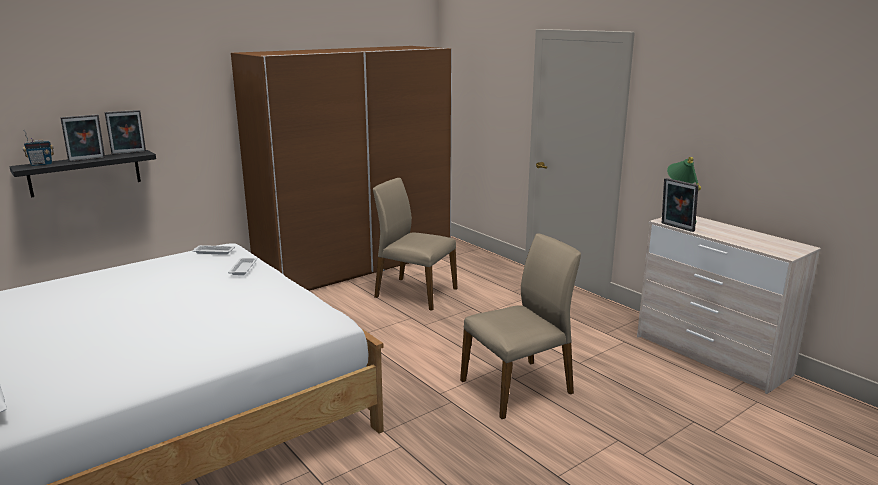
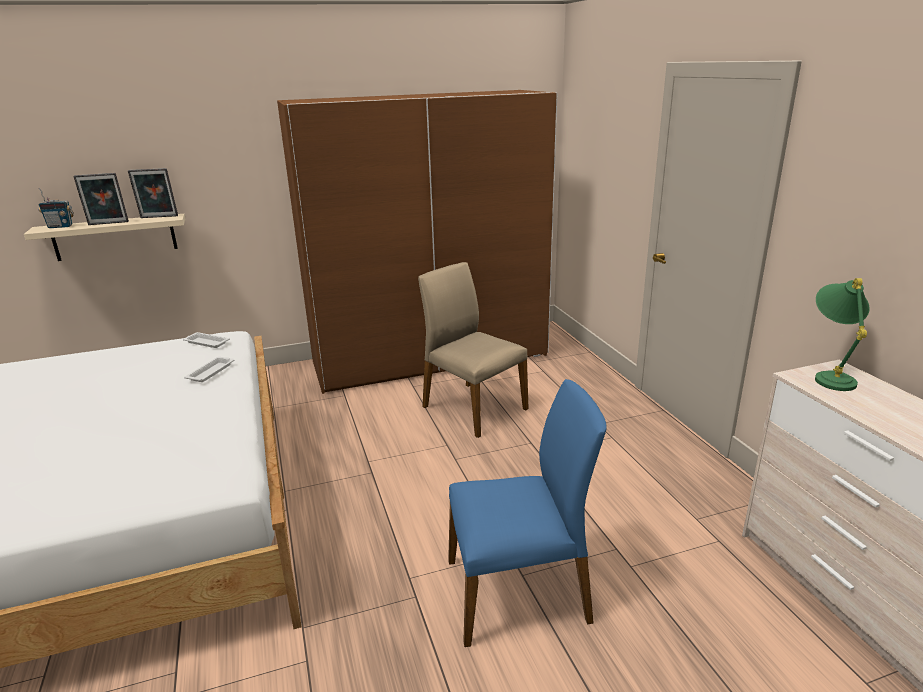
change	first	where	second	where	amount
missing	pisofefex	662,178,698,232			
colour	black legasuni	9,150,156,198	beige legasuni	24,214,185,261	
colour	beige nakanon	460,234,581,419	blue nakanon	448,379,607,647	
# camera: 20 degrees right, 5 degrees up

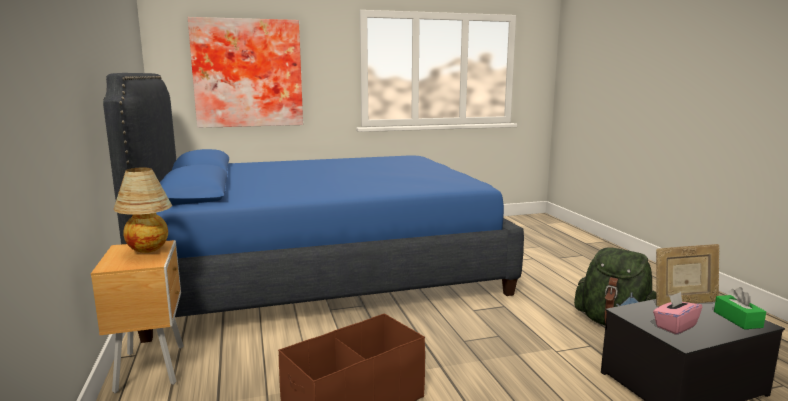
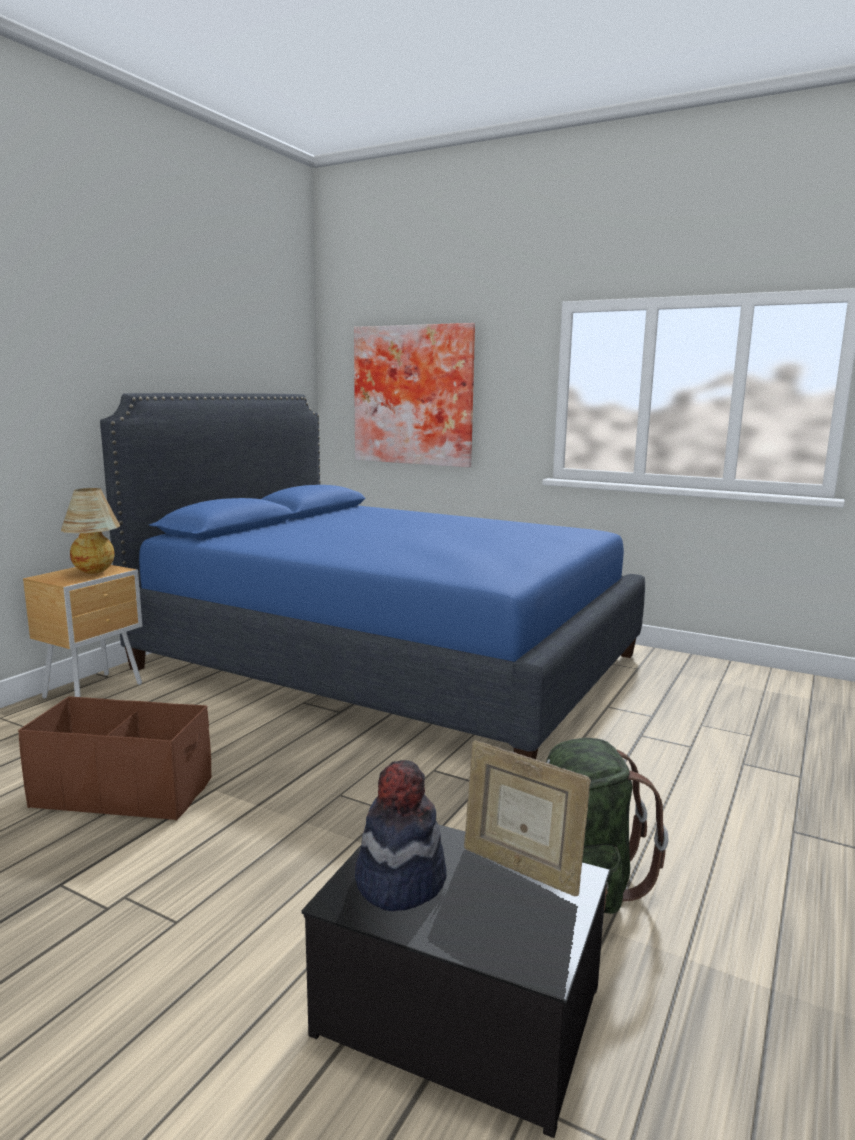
change	first	where	second	where	amount
missing	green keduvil	714,287,766,329			
exchanged	pink keduvil	653,292,702,334	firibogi	355,760,447,911	
# camera: 45 degrees right, 0 degrees up

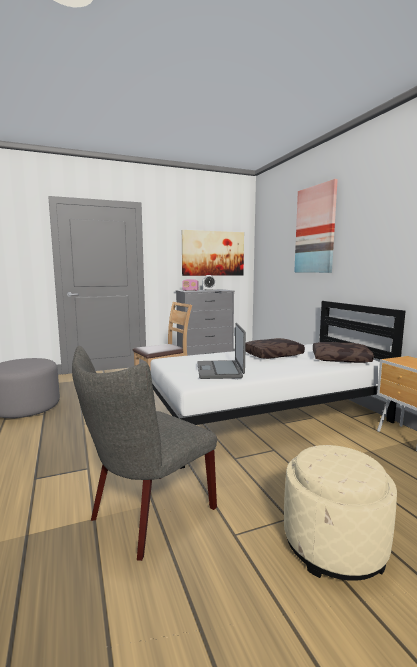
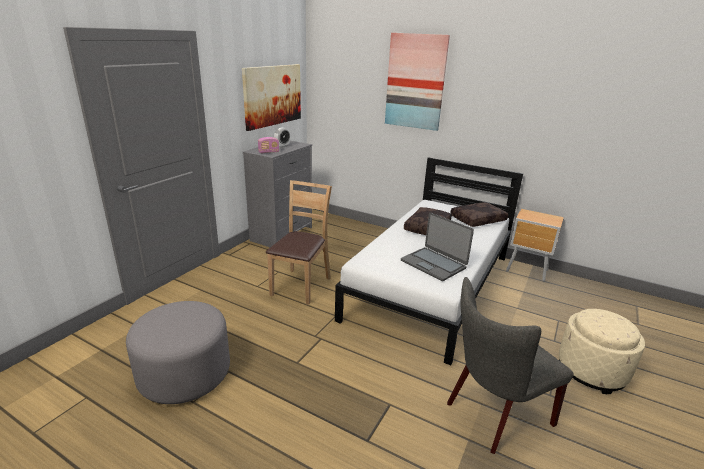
change	first	where	second	where	amount
spun	grey nakanon	72,346,217,561		447,277,573,454	60 degrees clockwise
# camera: 40 degrees left, 15 degrees up

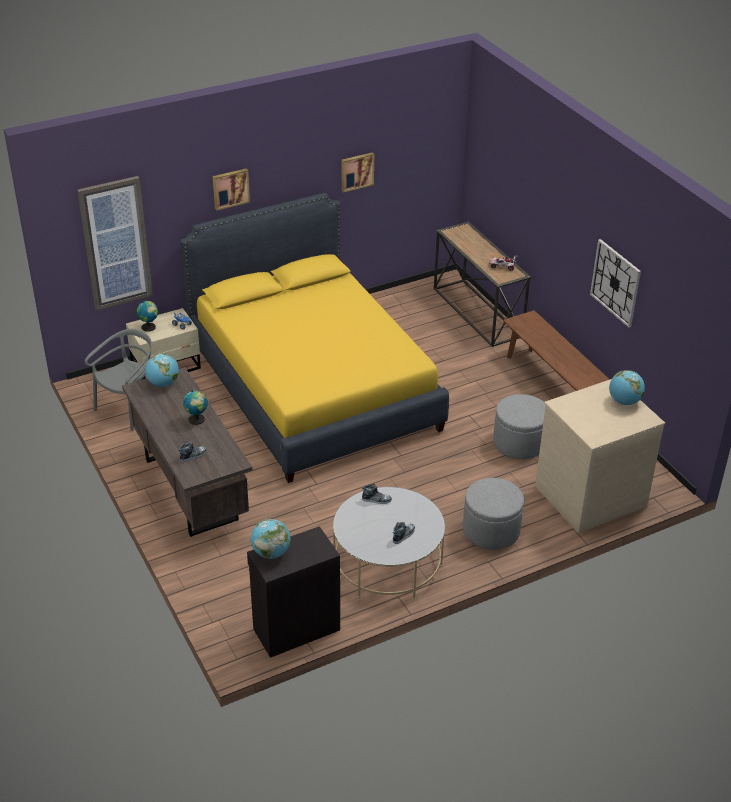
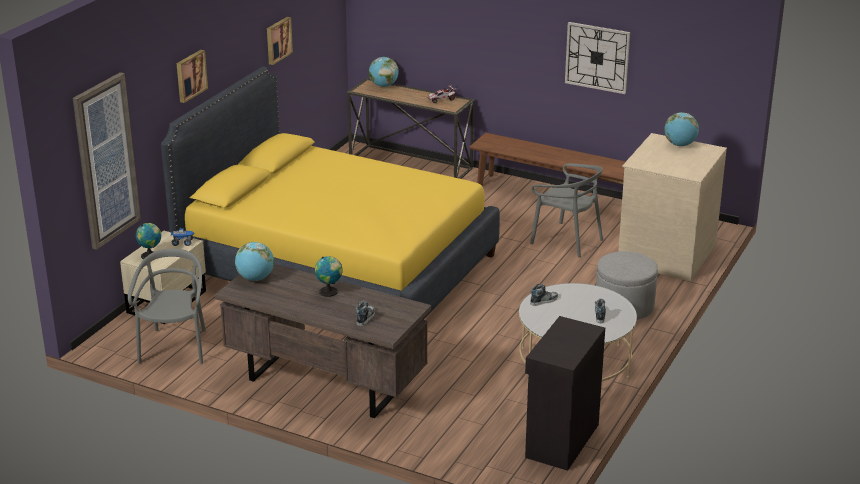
change	first	where	second	where	amount
relocated	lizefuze	251,519,290,559		369,57,399,87	
exchanged	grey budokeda	493,394,546,459	grey nakanon	530,163,603,258	
# camera: 35 degrees left, 10 degrees down

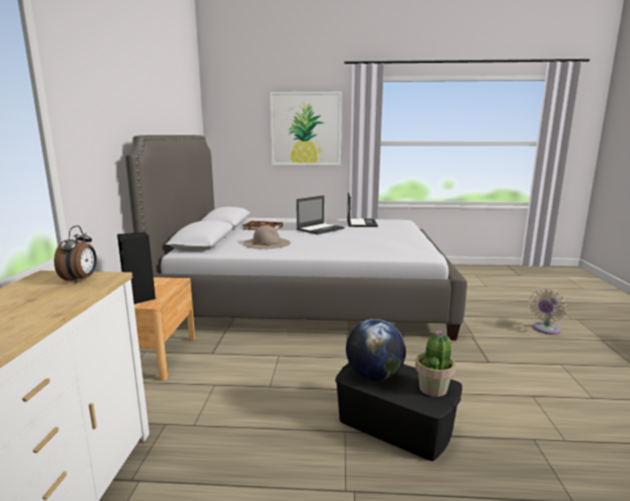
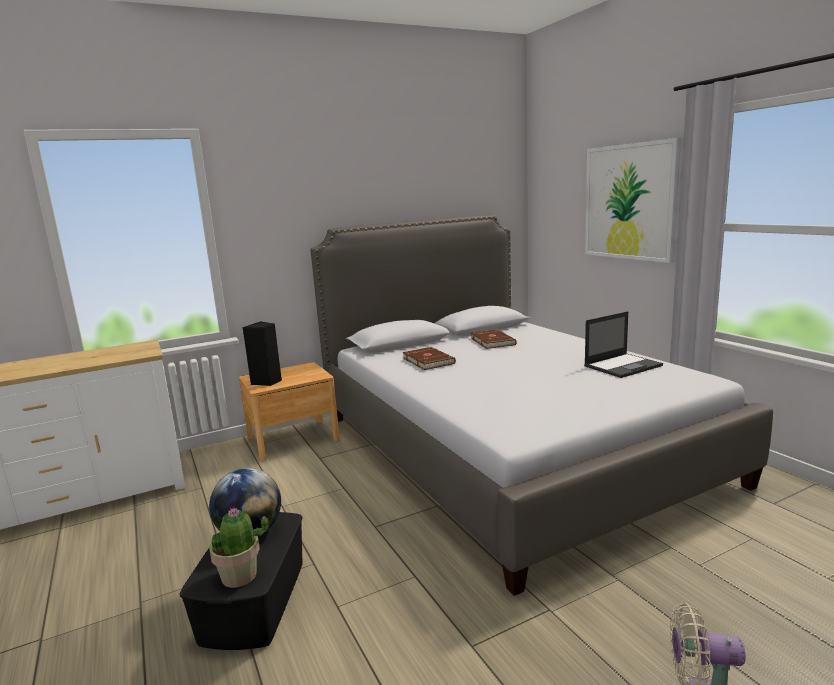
change	first	where	second	where	amount
missing	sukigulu	54,226,97,283			
missing	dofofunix	296,195,344,235			
exchanged	beige firibogi	243,225,291,249	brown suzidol	402,347,456,370	
# camera: 60 degrees right, 0 degrees up

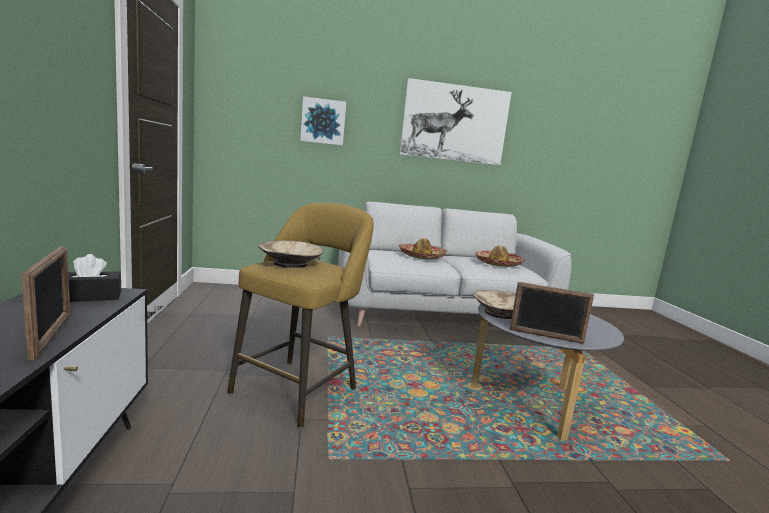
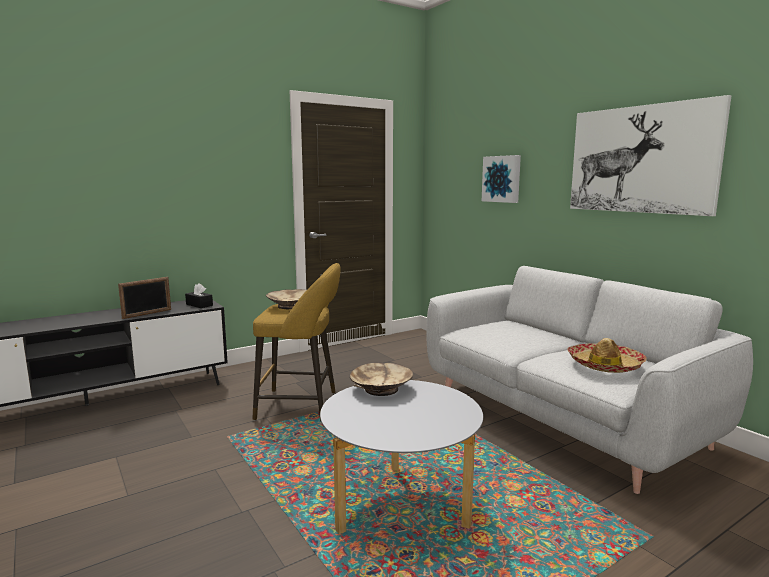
change	first	where	second	where	amount
missing	firibogi	398,238,447,259			
missing	pisofefex	510,282,594,344			
# camera: 65 degrees right, 0 degrees up

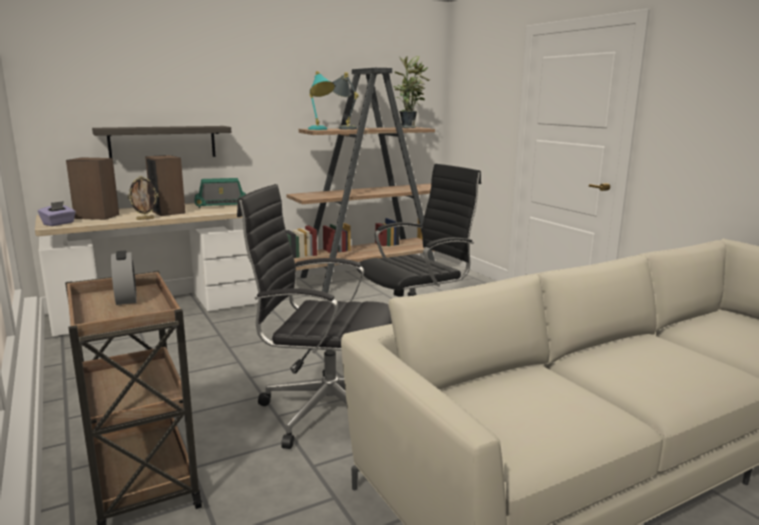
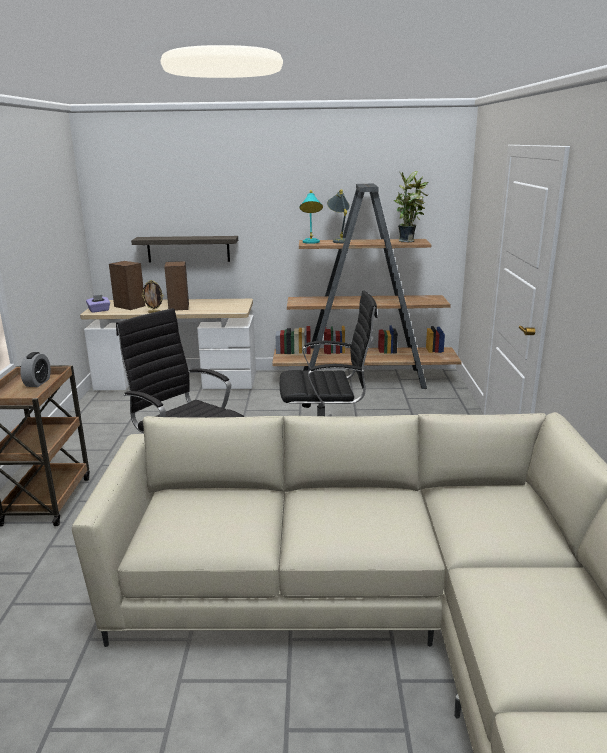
change	first	where	second	where	amount
missing	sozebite	195,178,246,208			
# camera: 30 degrees right, 5 degrees up

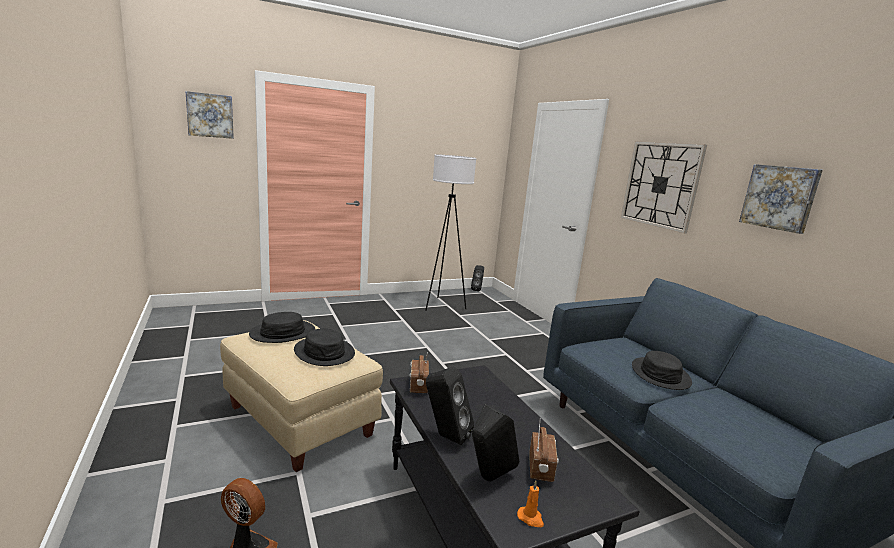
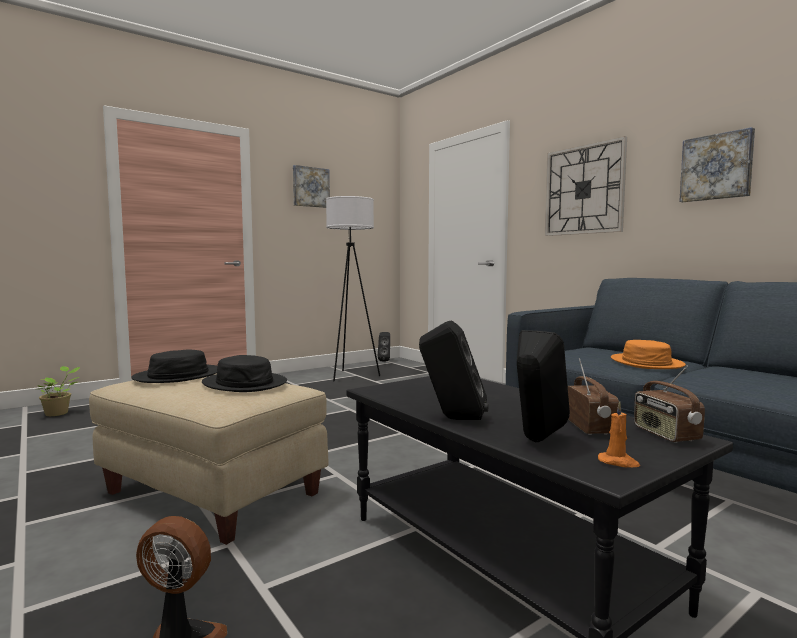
change	first	where	second	where	amount
appeared			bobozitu	38,366,80,416	
relocated	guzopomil	185,91,234,139		293,165,330,208	
relocated	sozebite	410,355,429,393		634,365,705,443	
colour	black firibogi	632,351,692,390	orange firibogi	611,340,686,369	
# camera: 10 degrees left, 10 degrees down

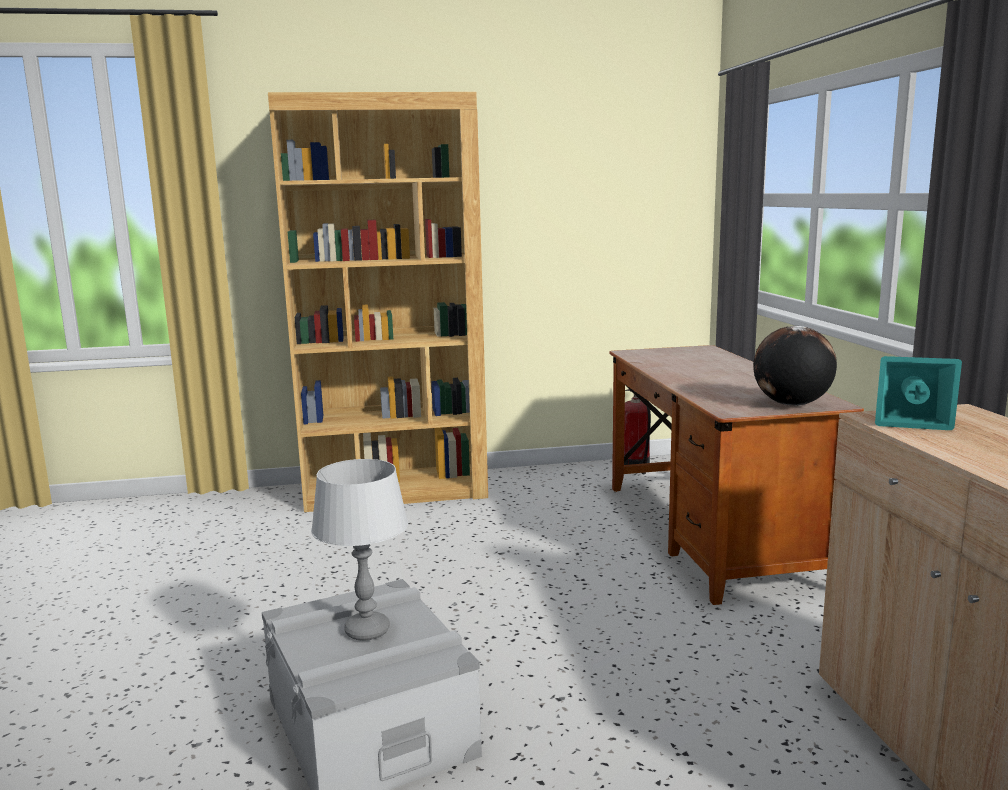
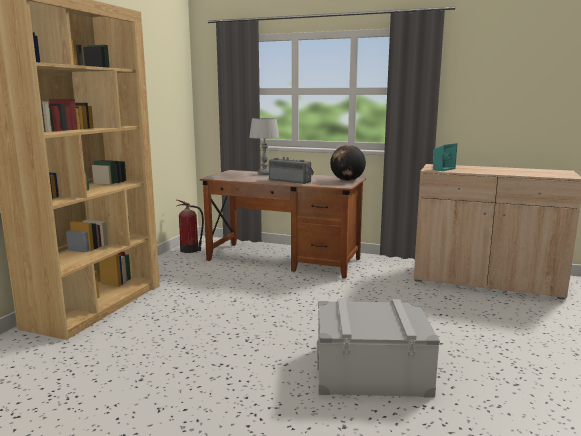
change	first	where	second	where	amount
appeared			sozebite	269,157,314,184	
relocated	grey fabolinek	311,459,408,641		249,118,279,175	
# camera: 60 degrees left, 0 degrees up

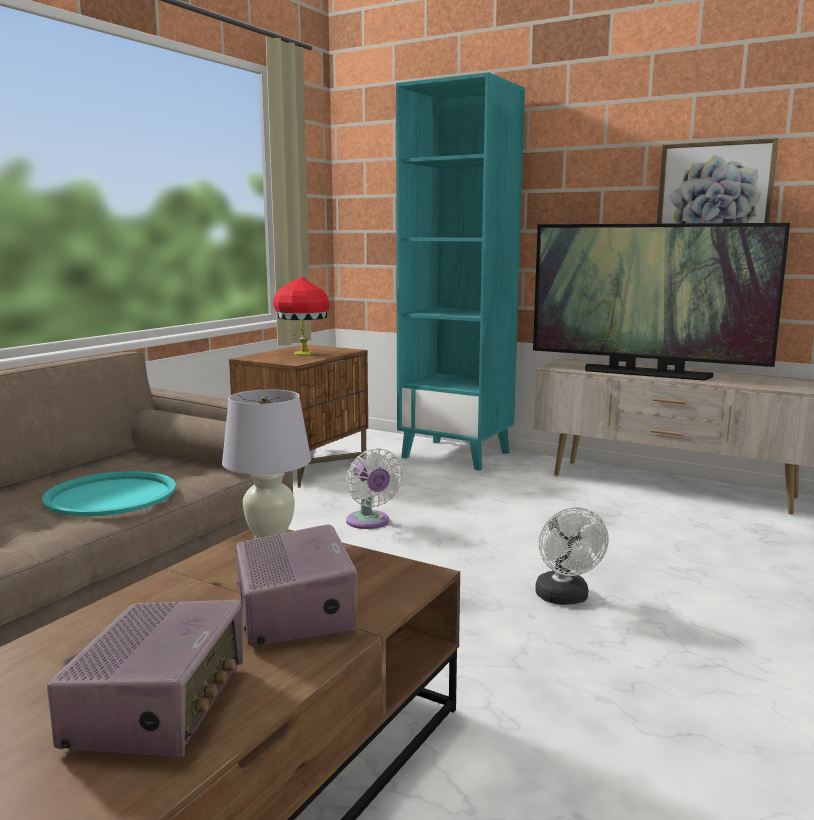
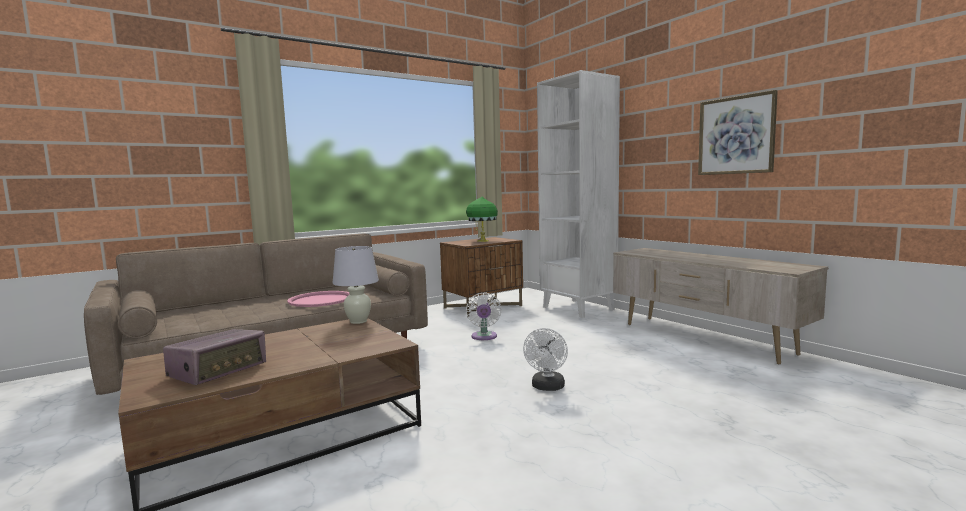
change	first	where	second	where	amount
missing	sozebite	235,524,357,646			
missing	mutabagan	533,223,790,381			
colour	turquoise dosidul	42,471,176,516	pink dosidul	287,291,350,307	
colour	red fabolinek	273,276,329,355	green fabolinek	466,197,498,242	
colour	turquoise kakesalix	396,72,525,471	white kakesalix	537,70,620,318	
# camera: 25 degrees right, 5 degrees down

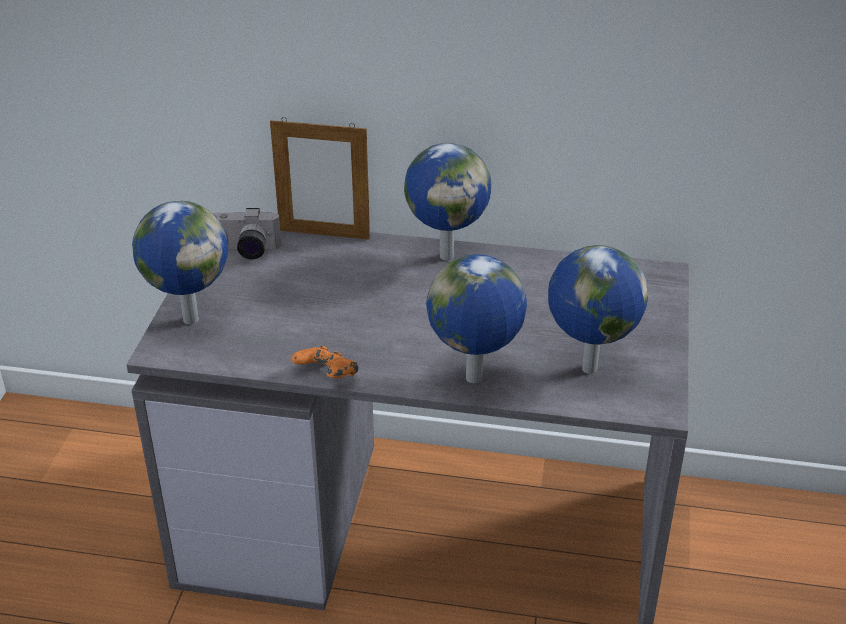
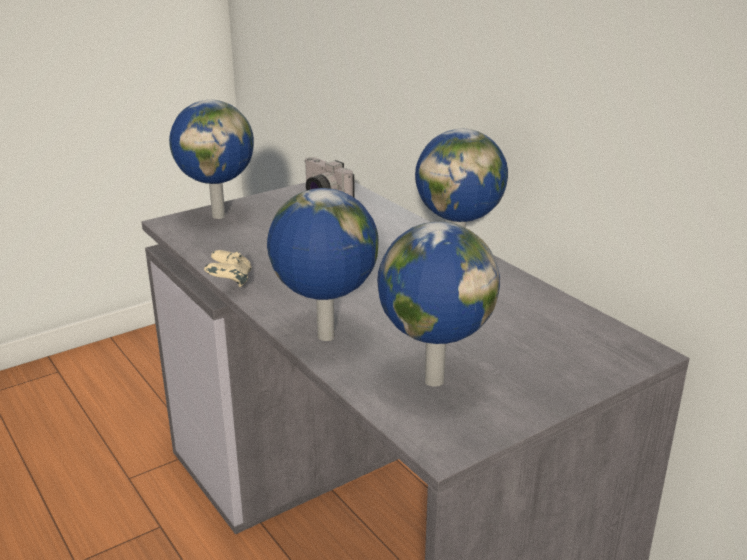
change	first	where	second	where	amount
missing	pisofefex	270,117,370,240			
colour	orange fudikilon	291,346,358,378	beige fudikilon	204,250,252,287	
# camera: 45 degrees right, 10 degrees down

